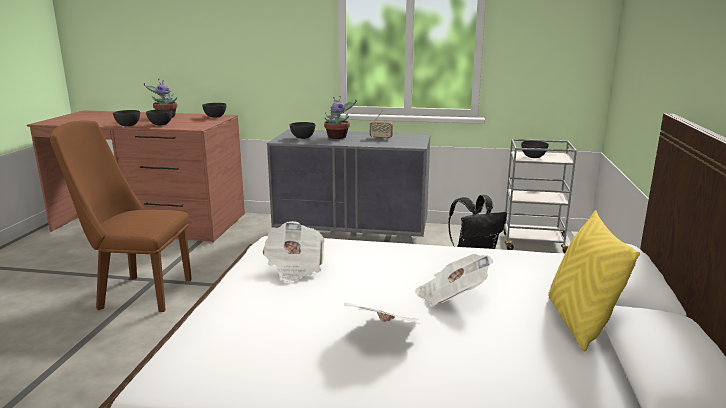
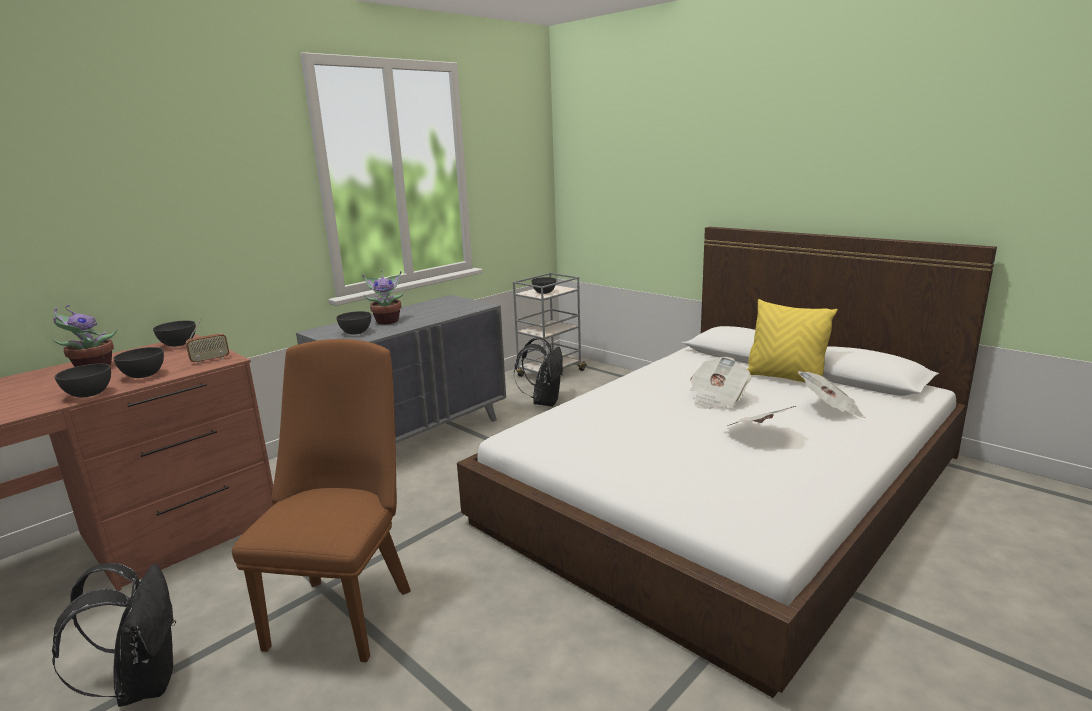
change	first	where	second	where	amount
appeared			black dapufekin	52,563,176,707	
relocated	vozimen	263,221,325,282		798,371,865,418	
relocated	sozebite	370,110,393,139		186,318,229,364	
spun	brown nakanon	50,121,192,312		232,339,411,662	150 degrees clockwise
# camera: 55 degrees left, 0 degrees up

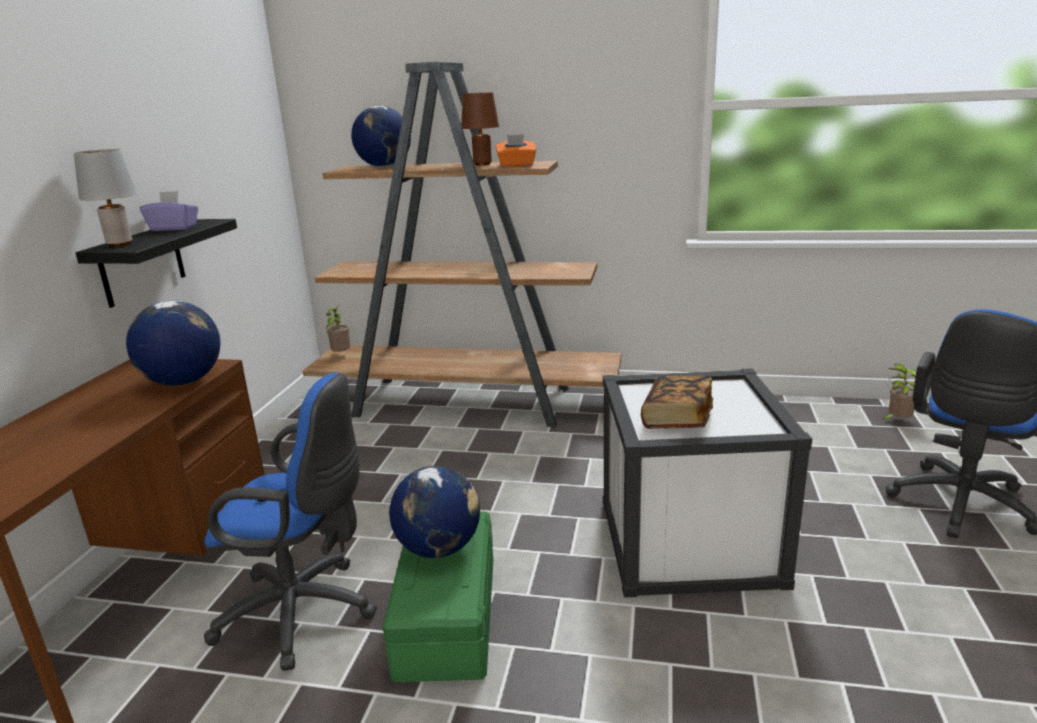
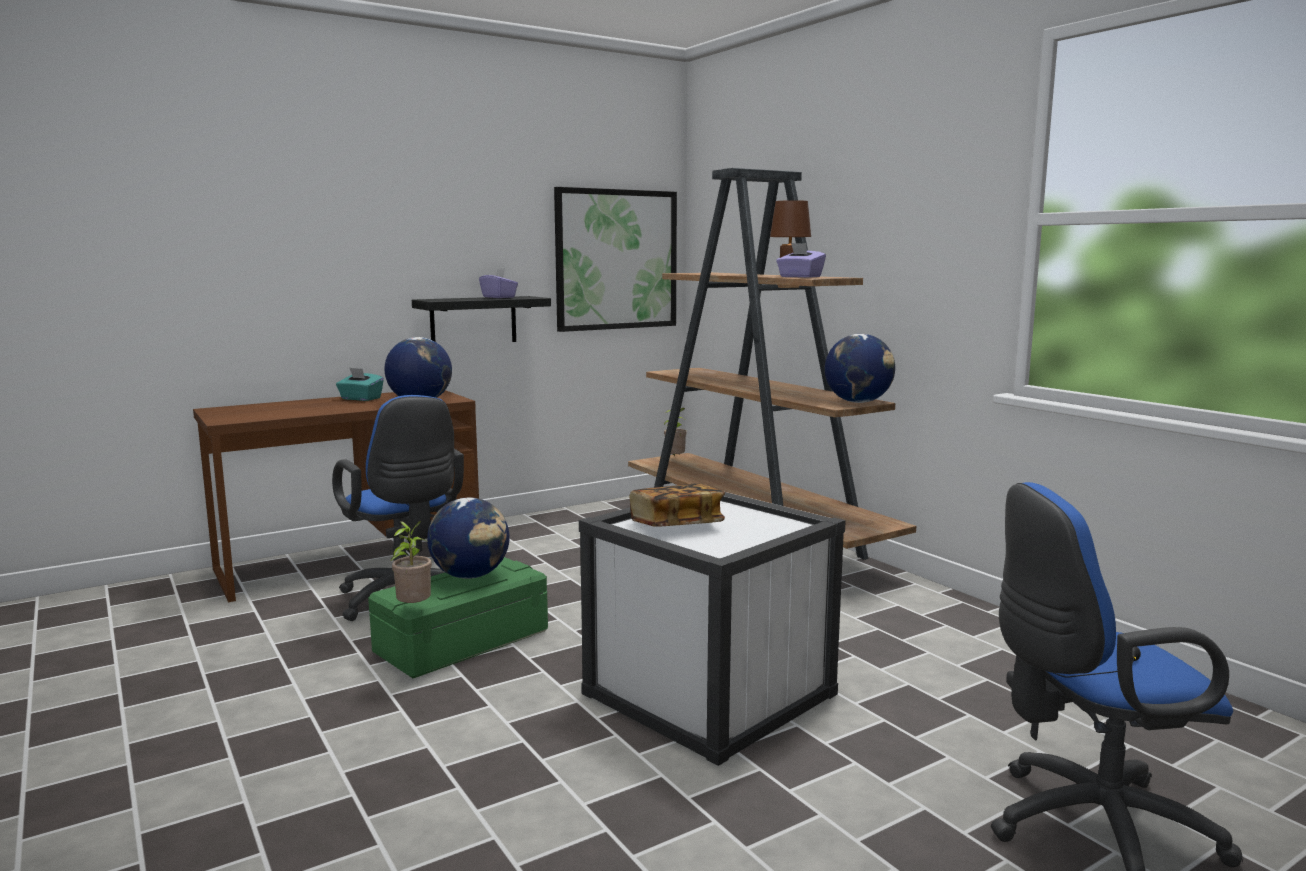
change	first	where	second	where	amount
missing	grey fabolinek	74,149,137,247			
appeared			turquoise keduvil	336,367,384,401	
appeared			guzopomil	554,187,677,332	
relocated	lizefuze	351,106,411,167		825,334,895,403	
relocated	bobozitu	883,364,916,420		390,521,432,603	
colour	orange keduvil	496,134,536,168	purple keduvil	776,243,826,278	
# camera: 45 degrees right, 10 degrees down

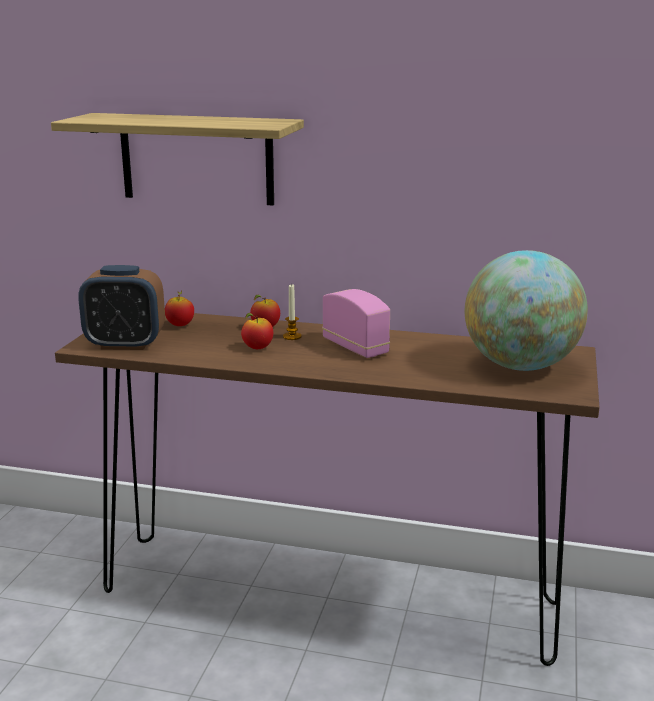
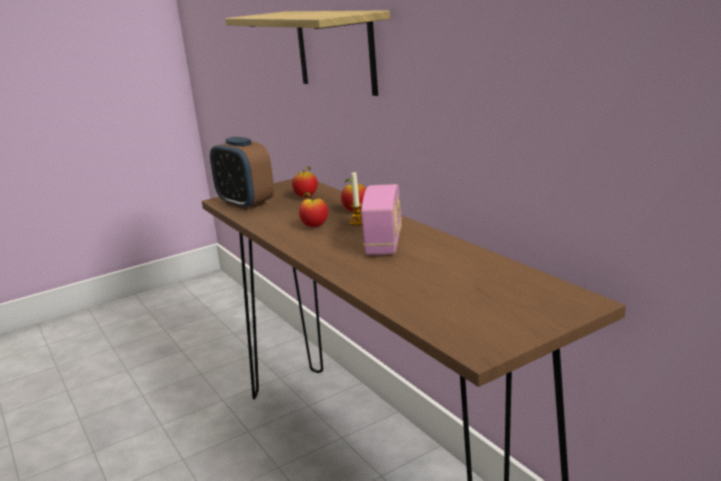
change	first	where	second	where	amount
missing	lizefuze	465,250,588,371			
# camera: 45 degrees right, 0 degrees up

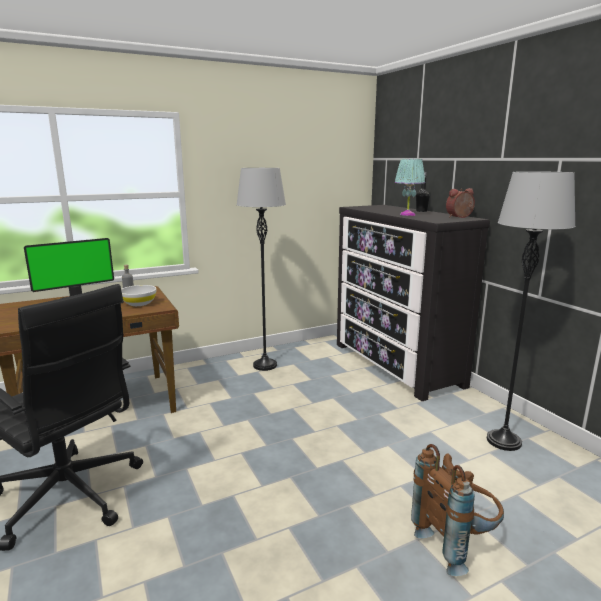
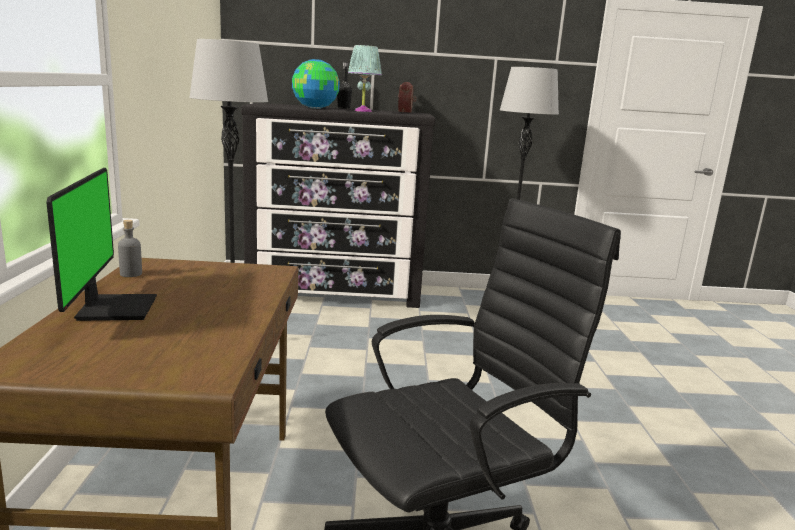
change	first	where	second	where	amount
missing	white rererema	121,285,157,306			
missing	brown dapufekin	411,444,504,576			
appeared			lizefuze	292,59,340,109	
# camera: 65 degrees left, 0 degrees up

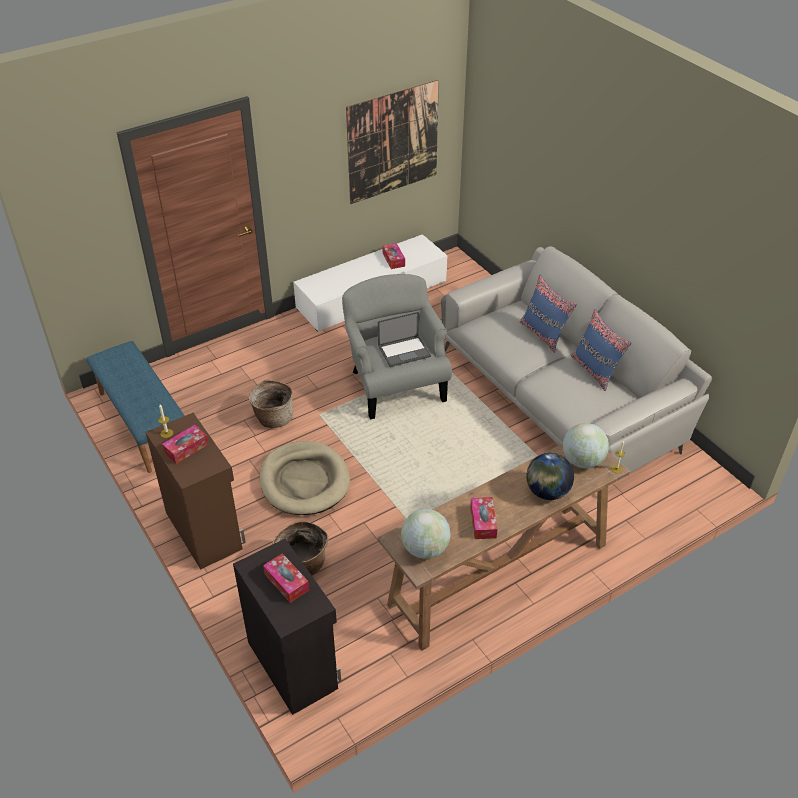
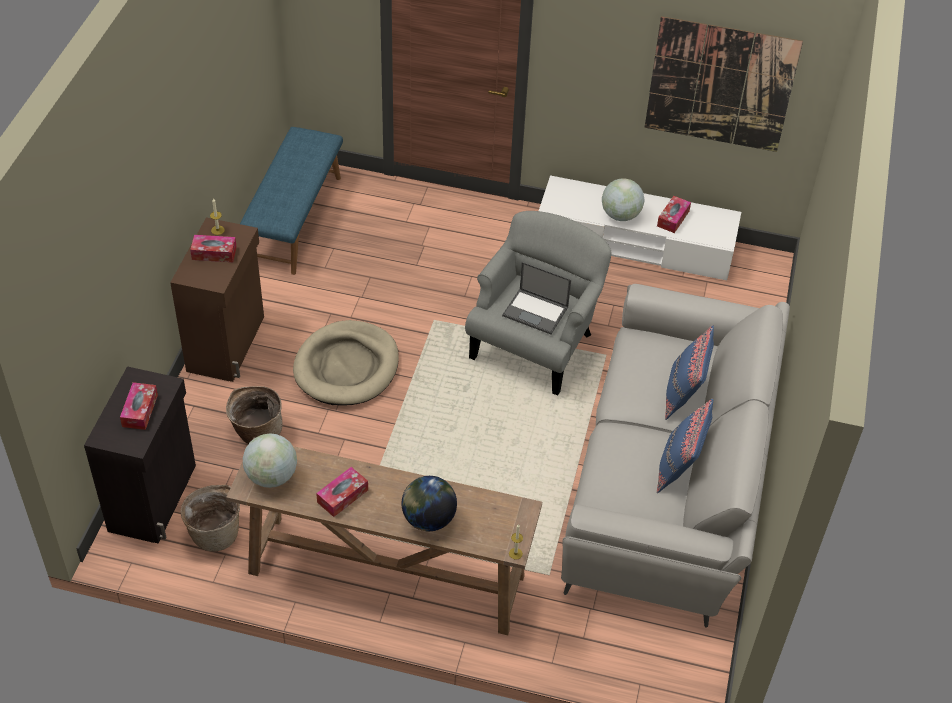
change	first	where	second	where	amount
relocated	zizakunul	249,379,293,428		180,484,240,552	
relocated	lizefuze	563,423,609,469		602,179,645,221	
# camera: 45 degrees right, 5 degrees up

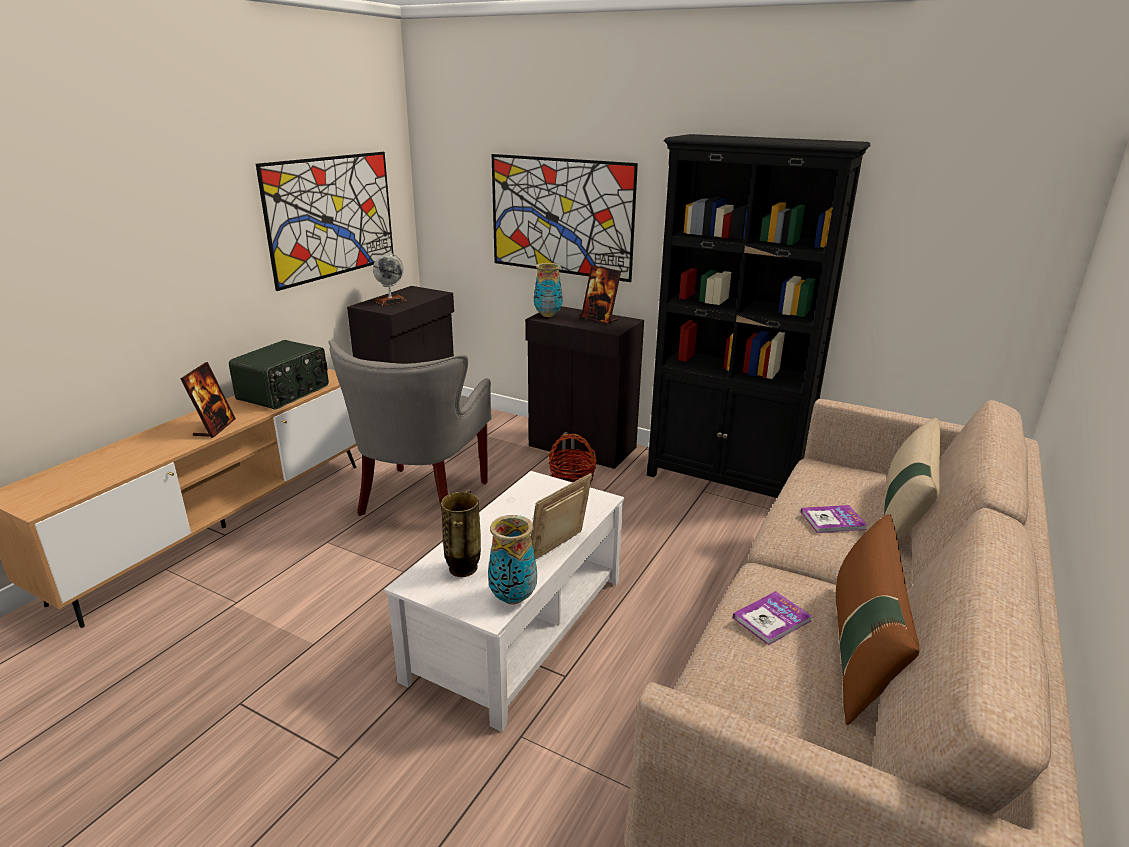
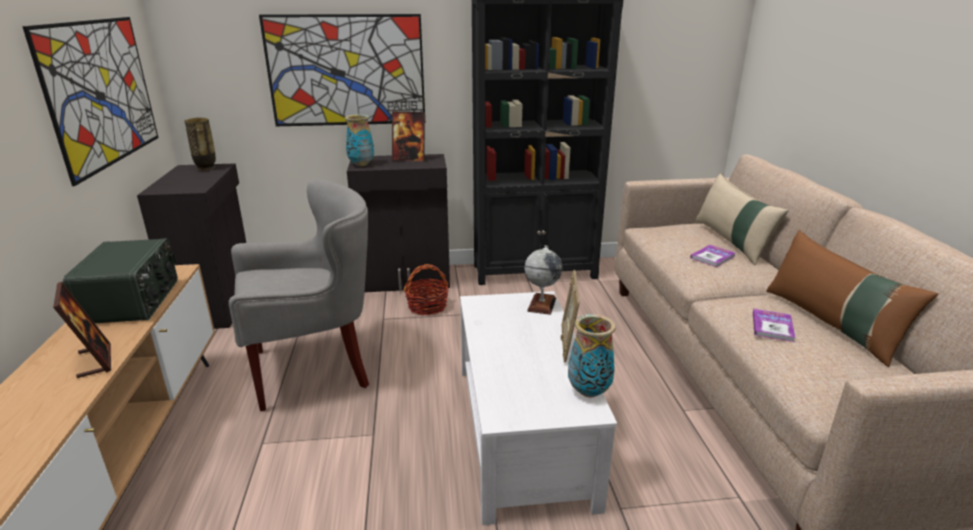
change	first	where	second	where	amount
relocated	lizefuze	373,253,407,306		525,245,563,315	
relocated	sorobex	441,490,481,577		184,118,216,171	
spun	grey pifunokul	328,340,491,516		229,179,369,411	90 degrees counterclockwise
# camera: 35 degrees left, 0 degrees up

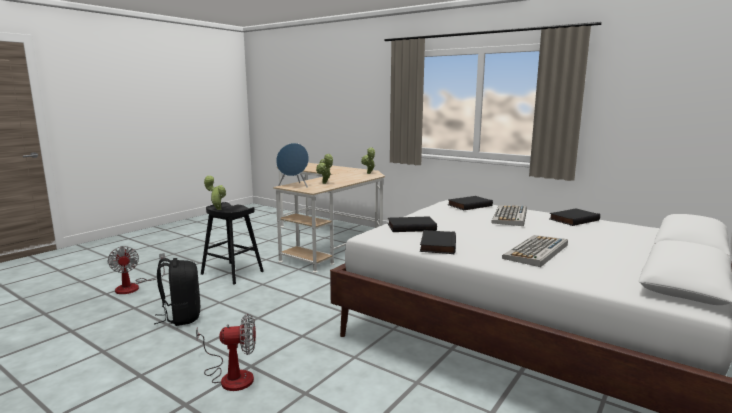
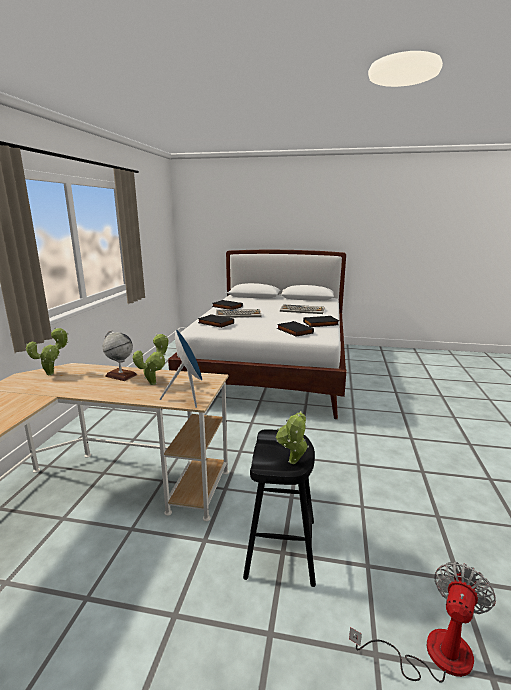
change	first	where	second	where	amount
missing	black dapufekin	154,258,200,326			
missing	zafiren	196,314,256,391			
appeared			lizefuze	103,330,137,381	
# camera: 115 degrees left, 5 degrees up

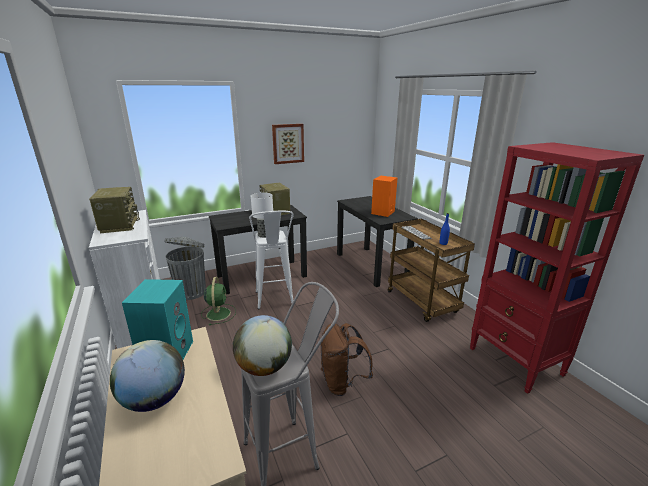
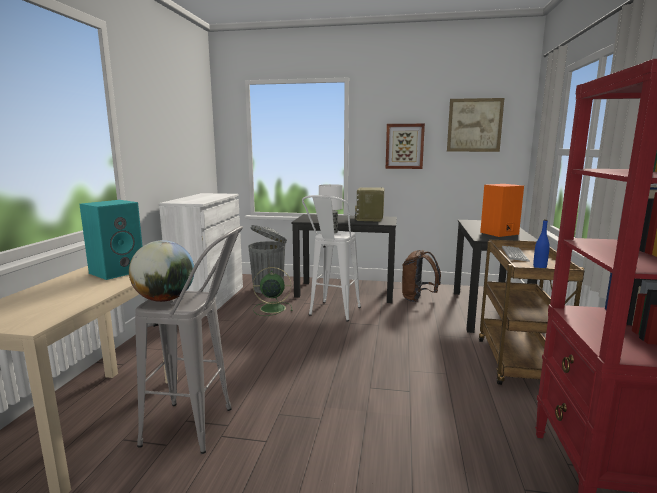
change	first	where	second	where	amount
missing	sozebite	89,187,140,233			
missing	lizefuze	110,340,185,412			
appeared			guzopomil	447,98,504,152	
relocated	brown dapufekin	321,323,373,396		402,250,441,302	
spun	green zafiren	201,277,236,325		253,267,293,316	120 degrees counterclockwise
# camera: 35 degrees right, 10 degrees down

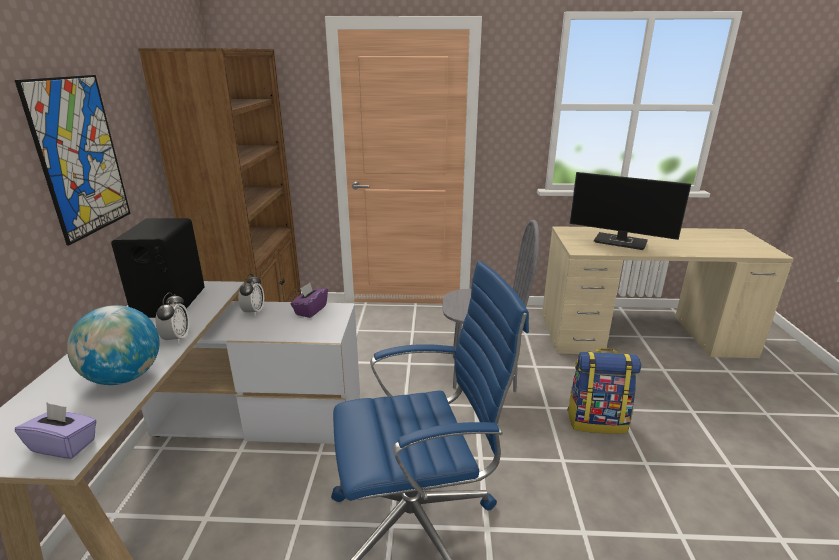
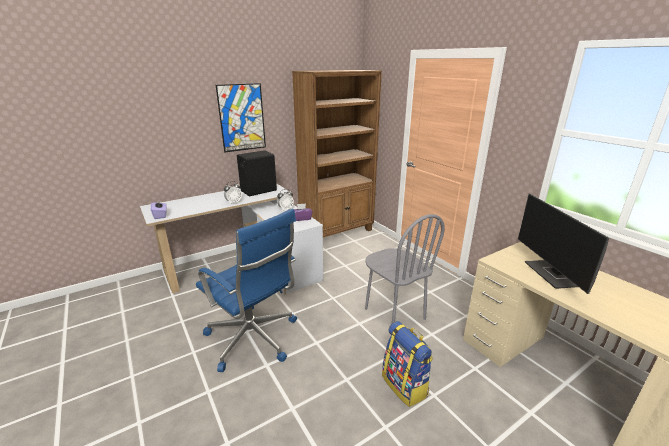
change	first	where	second	where	amount
missing	lizefuze	67,305,160,385			
# camera: 55 degrees right, 0 degrees up

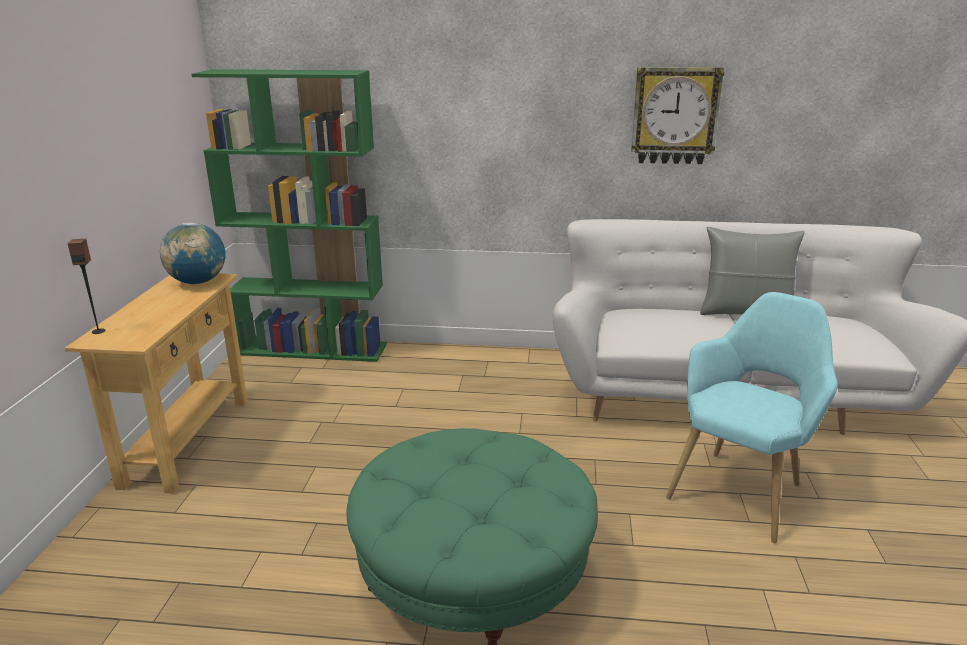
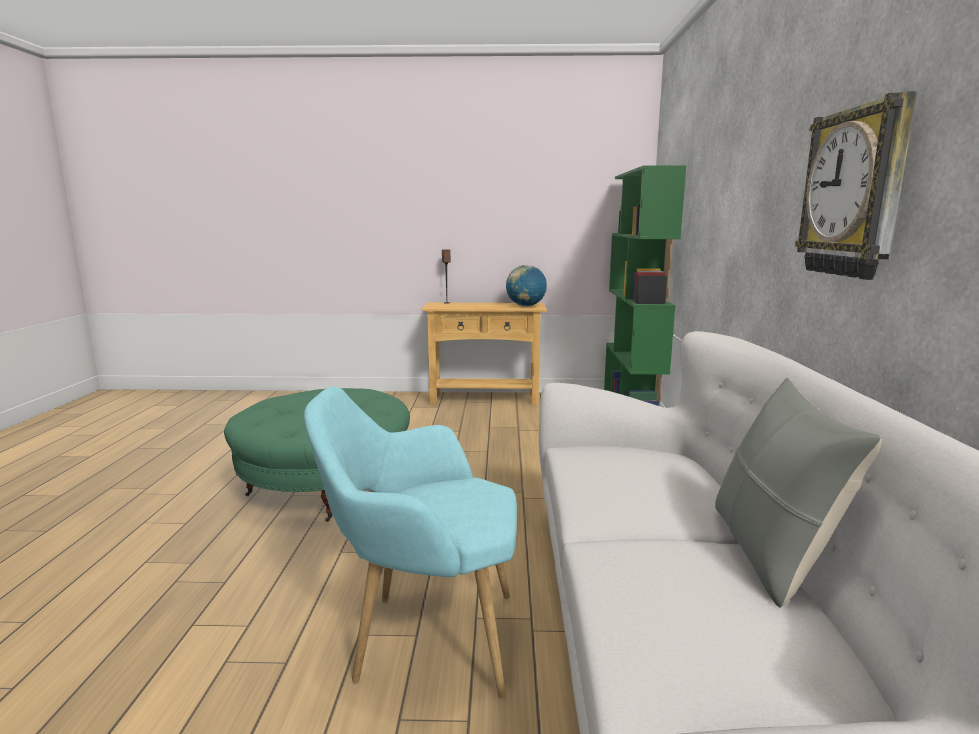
change	first	where	second	where	amount
spun	turquoise pifunokul	666,292,838,543		304,387,517,699	150 degrees clockwise
# camera: 85 degrees right, 10 degrees down

